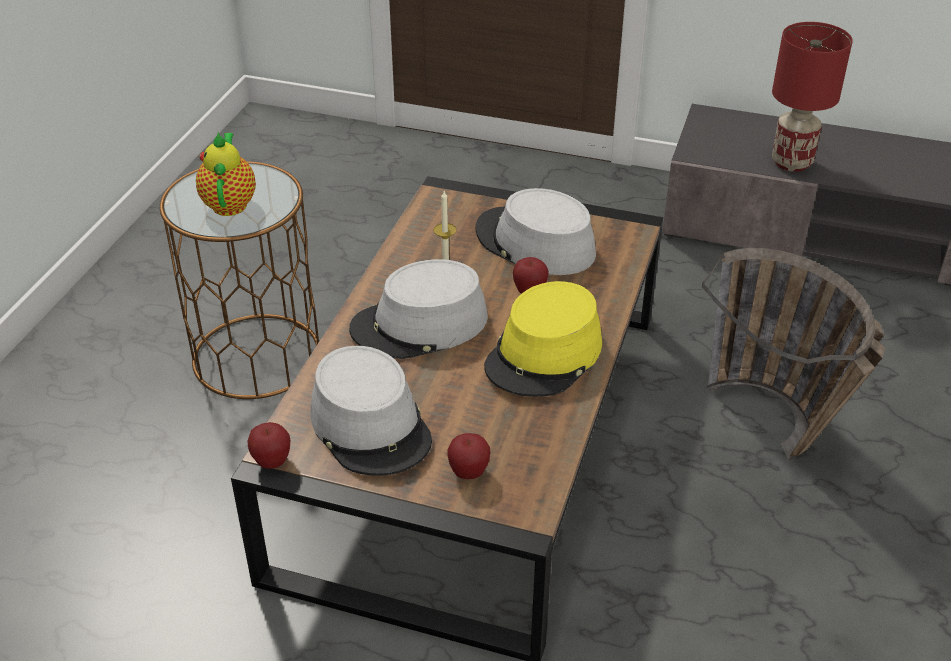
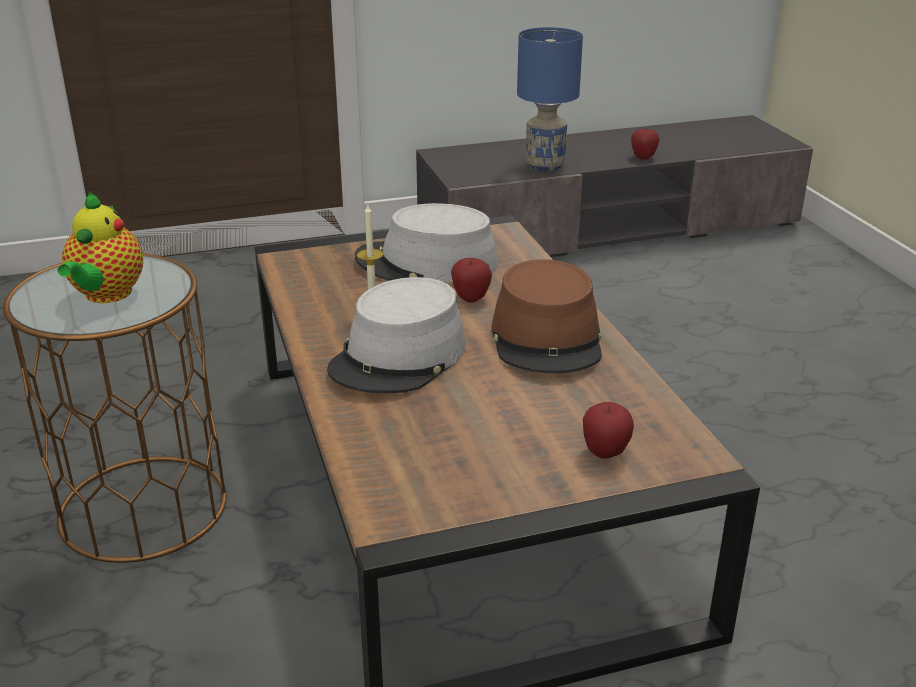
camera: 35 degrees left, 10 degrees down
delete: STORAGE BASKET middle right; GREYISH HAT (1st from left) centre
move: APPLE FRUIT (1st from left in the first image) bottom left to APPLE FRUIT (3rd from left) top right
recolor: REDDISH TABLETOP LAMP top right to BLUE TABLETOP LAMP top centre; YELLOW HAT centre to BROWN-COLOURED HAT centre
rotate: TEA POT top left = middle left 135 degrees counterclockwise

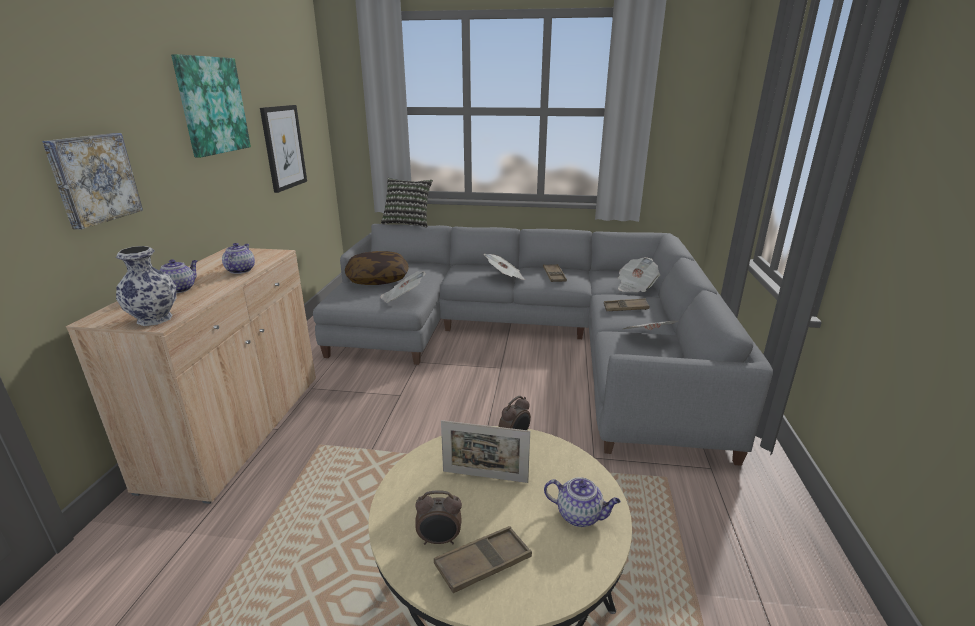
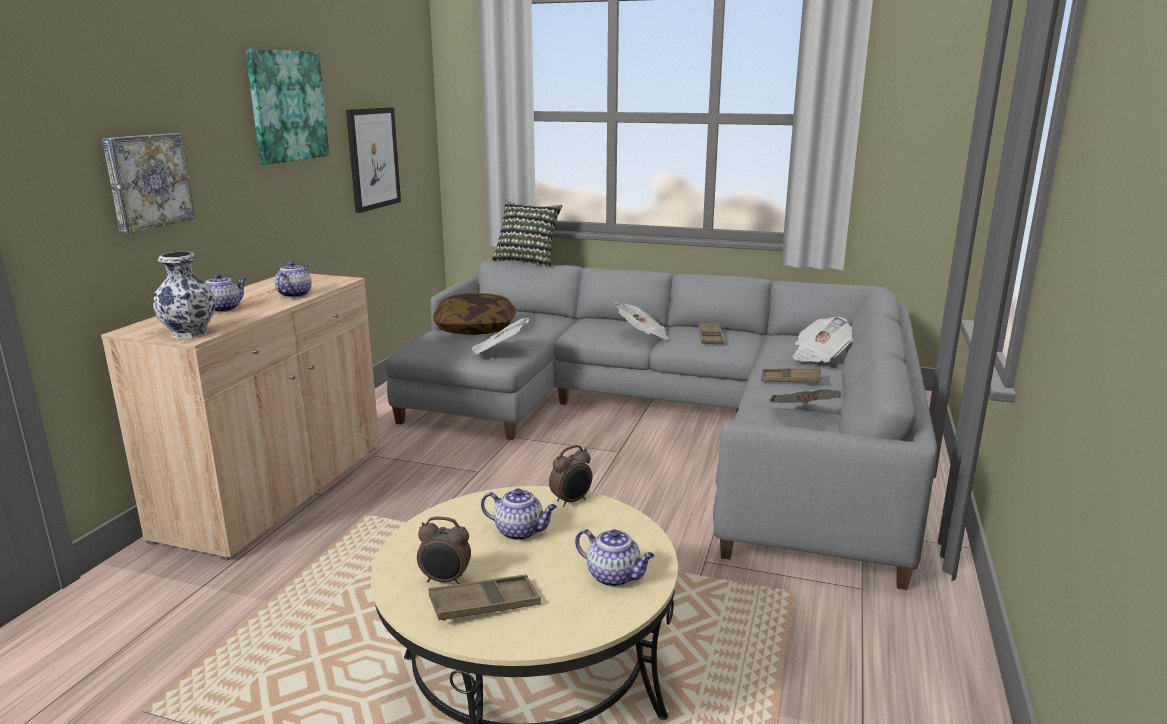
camera: 10 degrees right, 5 degrees down
replace: PICTURE FRAME bottom centre to TEA POT (3rd from left) bottom centre

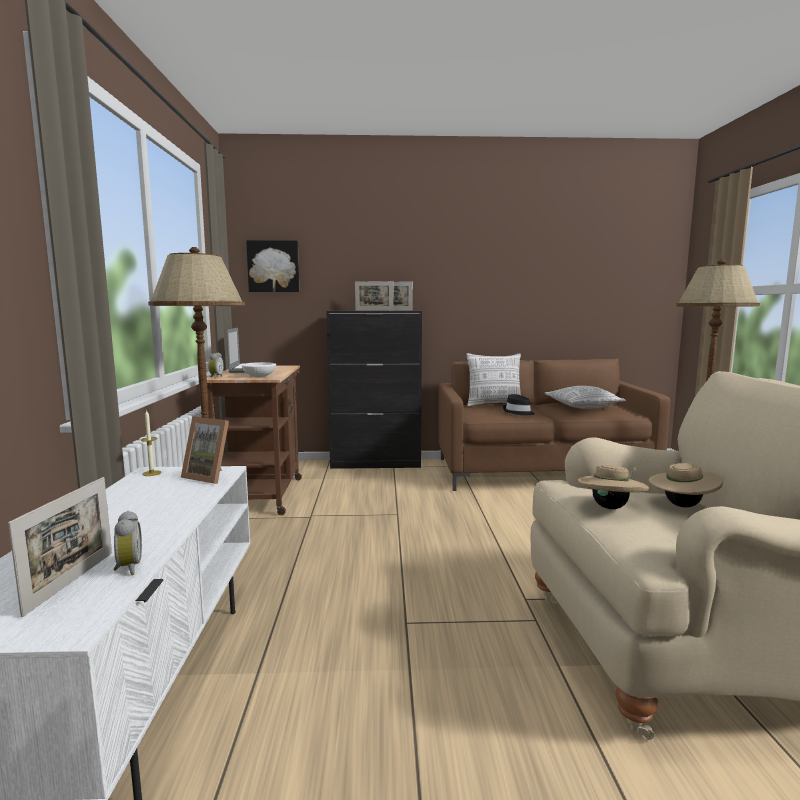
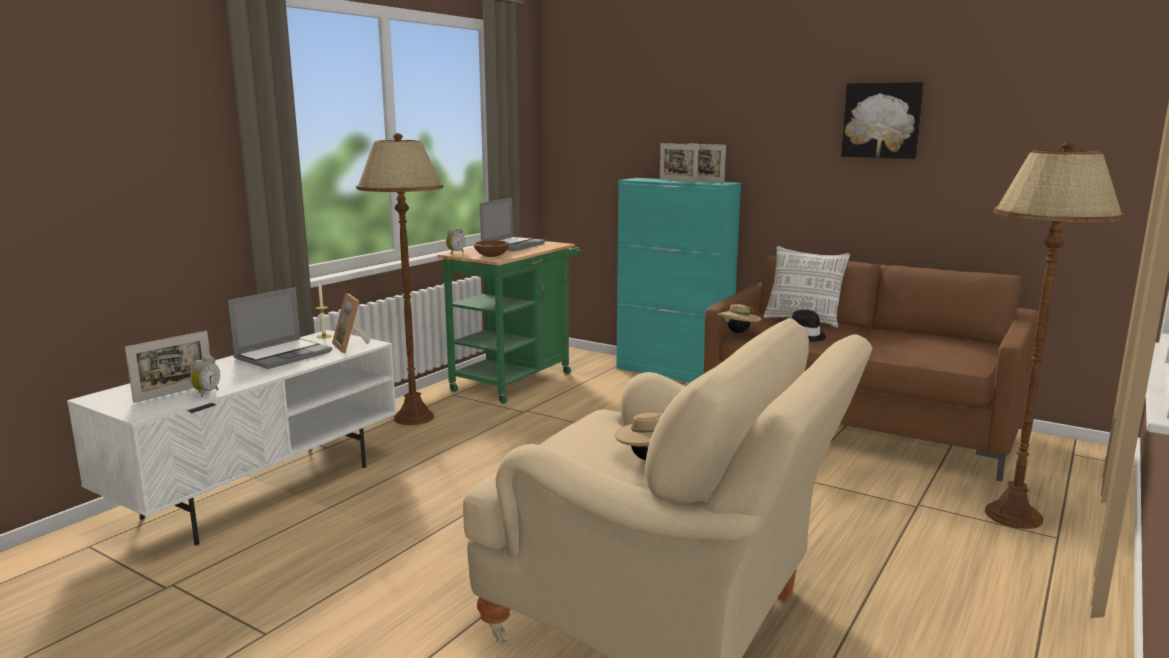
camera: 35 degrees right, 5 degrees up
delete: PILLOW (2nd from left) middle right
insert: LAPTOP (1st from left) middle left
move: WALL PICTURE top centre to top right; BEIGE-COLOURED HAT (1st from left in the first image) middle right to BEIGE-COLOURED HAT (2nd from left) centre
recolor: BLACKISH STORAGE CABINET centre to TURQUOISE STORAGE CABINET centre; WHITE-COLOURED DEEP DISH middle left to BROWN-COLOURED DEEP DISH centre; BROWN-COLOURED WHEELED CART middle left to GREEN WHEELED CART centre

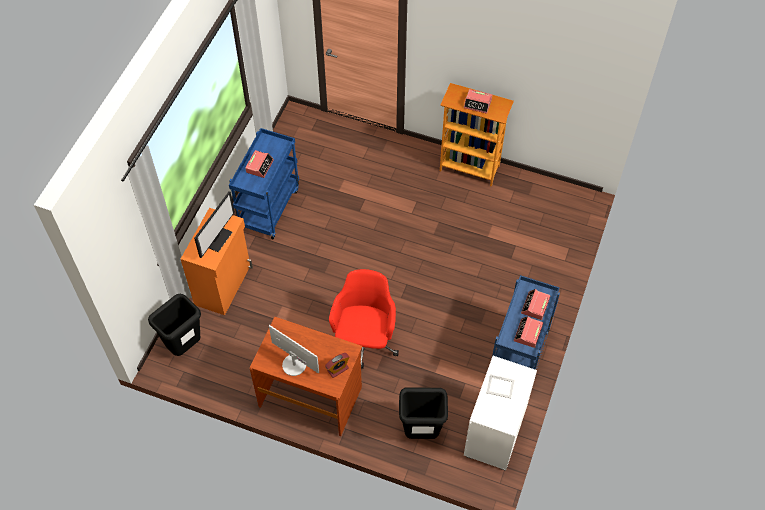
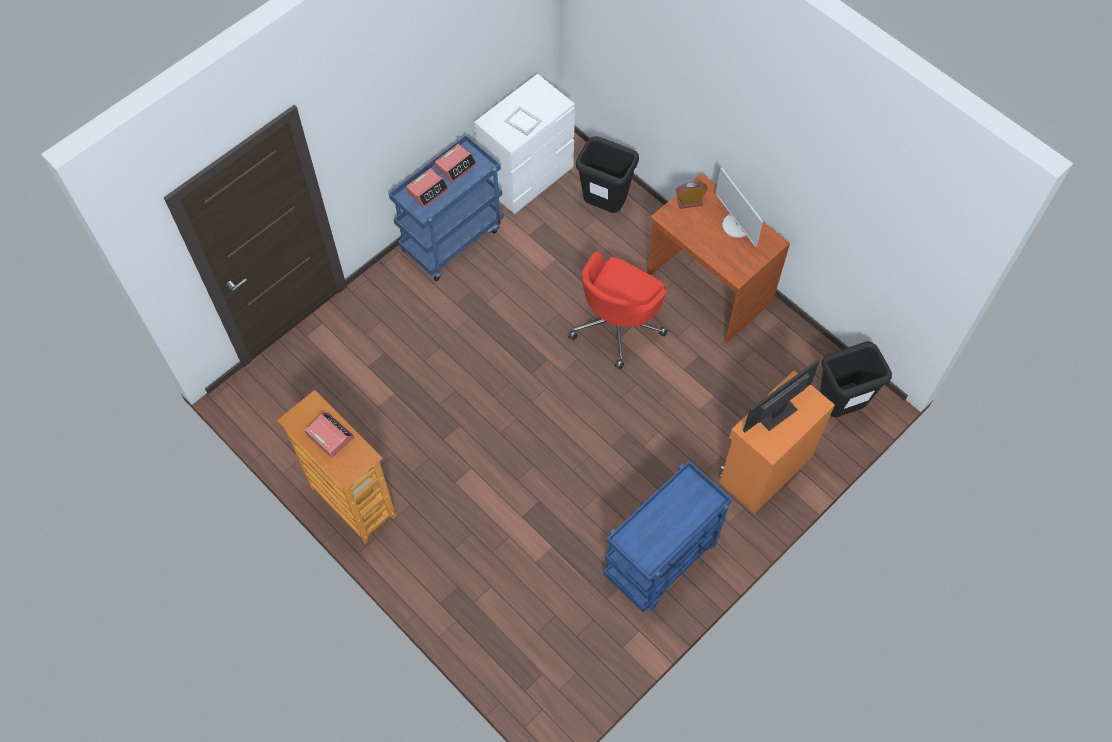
camera: 155 degrees left, 5 degrees up
delete: ALARM CLOCK (1st from left) top centre

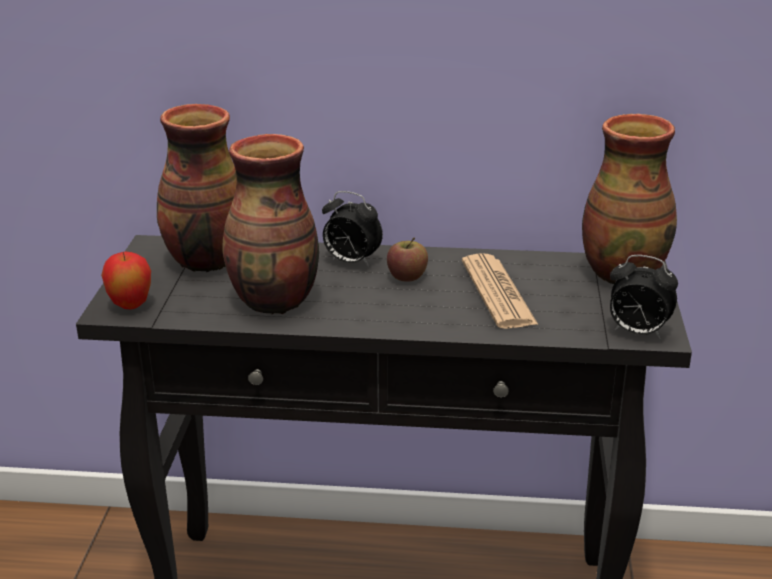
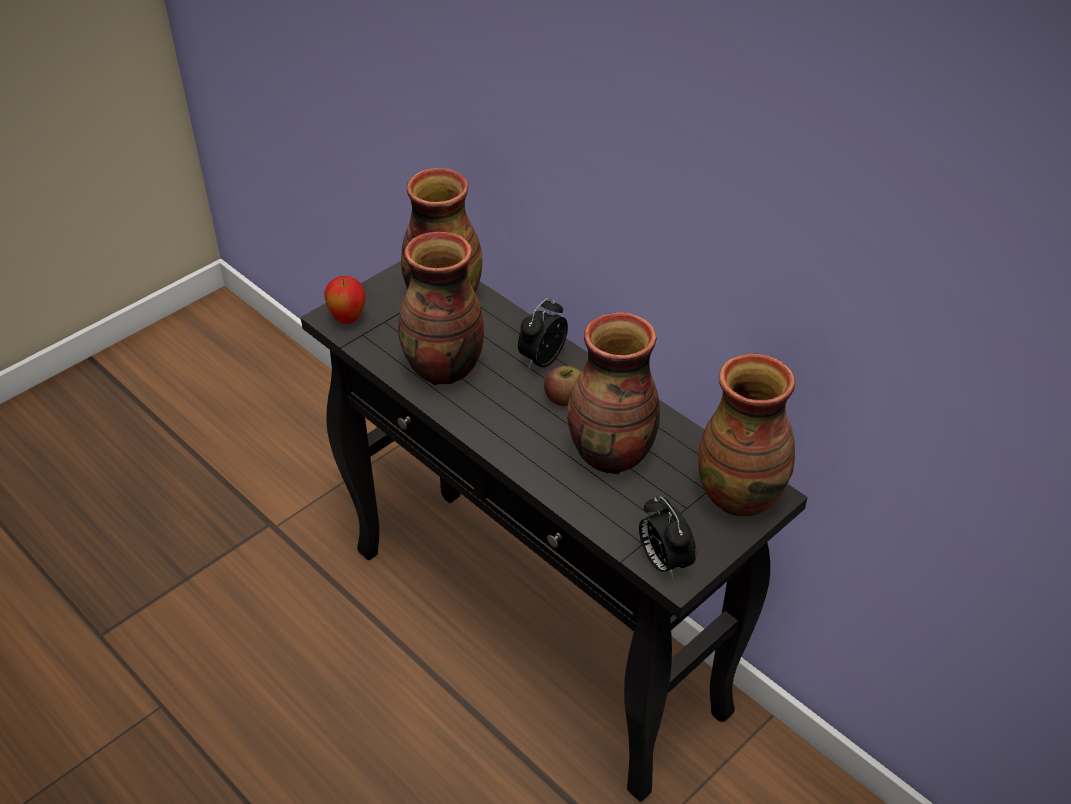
camera: 40 degrees right, 15 degrees up
replace: NEWSPAPER centre to FLOWER VASE (3rd from left) centre
rotate: ALARM CLOCK (1st from left) centre = centre 60 degrees clockwise

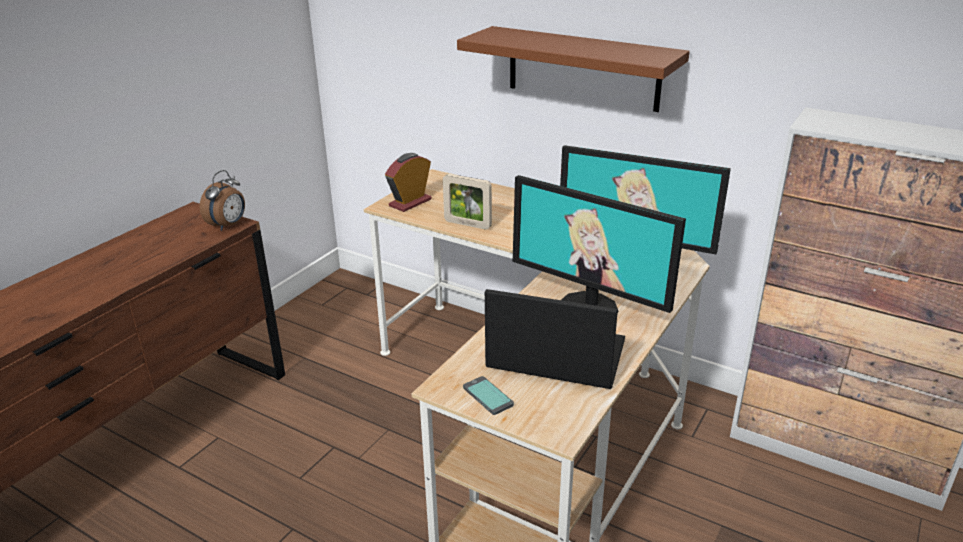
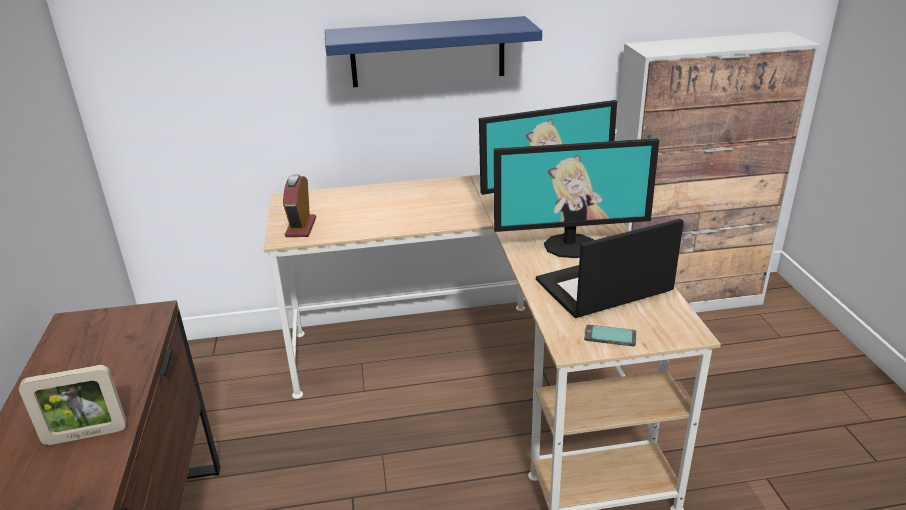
camera: 40 degrees left, 0 degrees up
delete: ALARM CLOCK (1st from left) middle left
move: PICTURE FRAME centre to bottom left
recolor: BROWN-COLOURED WALL SHELF top centre to BLUE WALL SHELF top centre

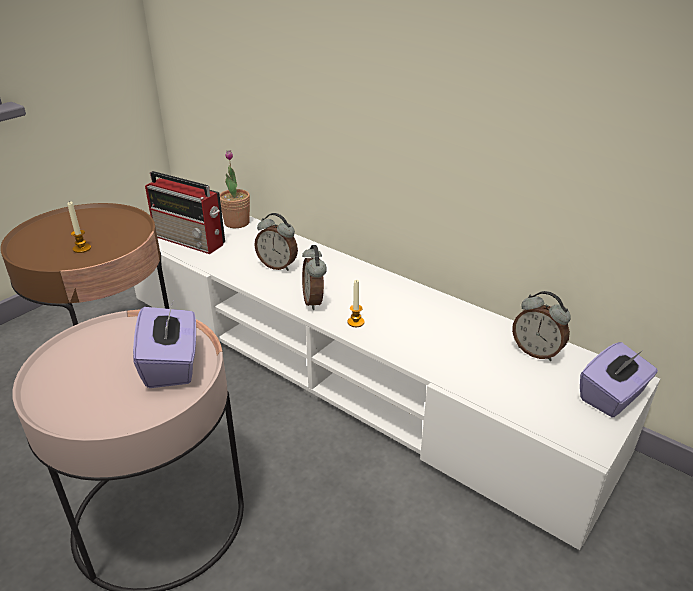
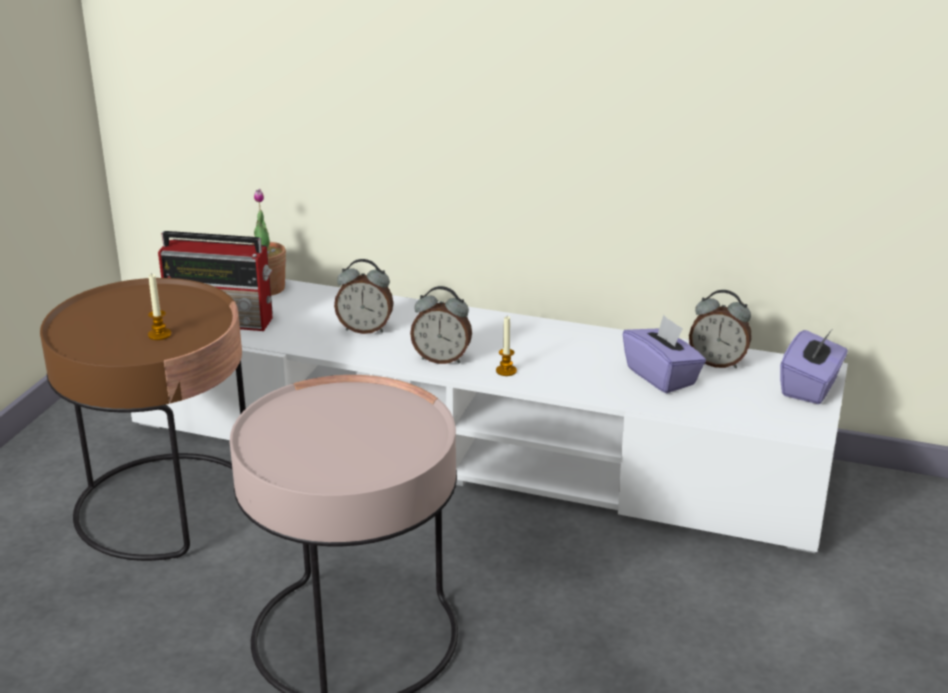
camera: 20 degrees left, 5 degrees down
move: PURPLE BOX OF TISSUES (1st from left) middle left to middle right
rotate: ALARM CLOCK (2nd from left) centre = centre 45 degrees counterclockwise

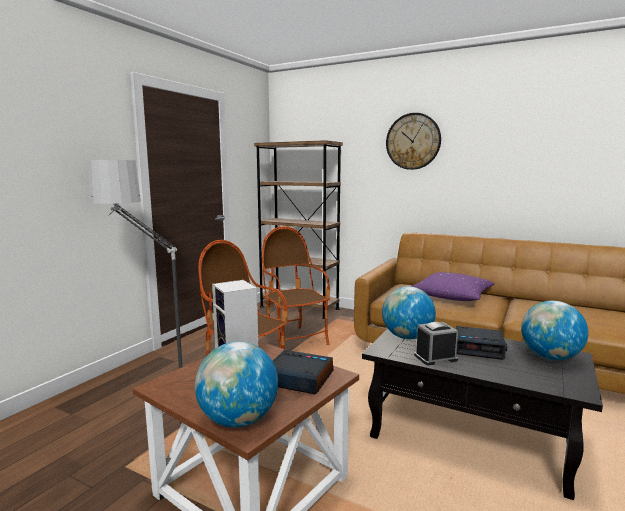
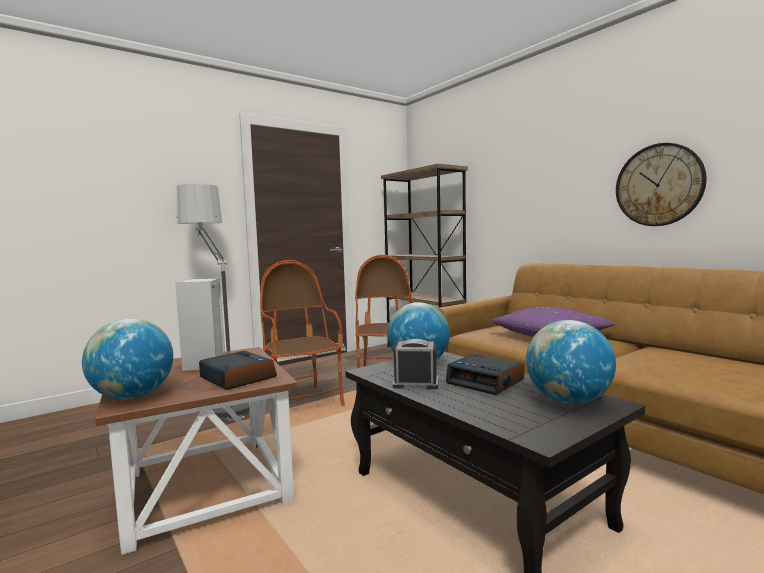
camera: 25 degrees right, 5 degrees down
move: WALL CLOCK top centre to top right

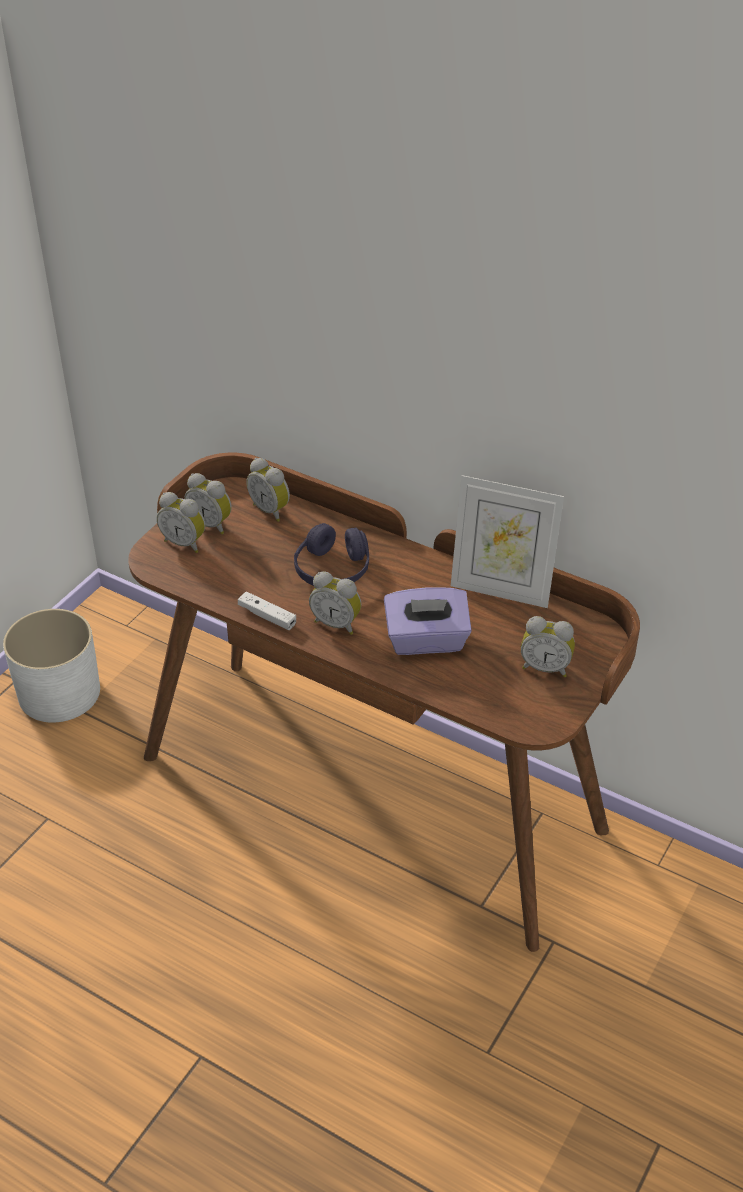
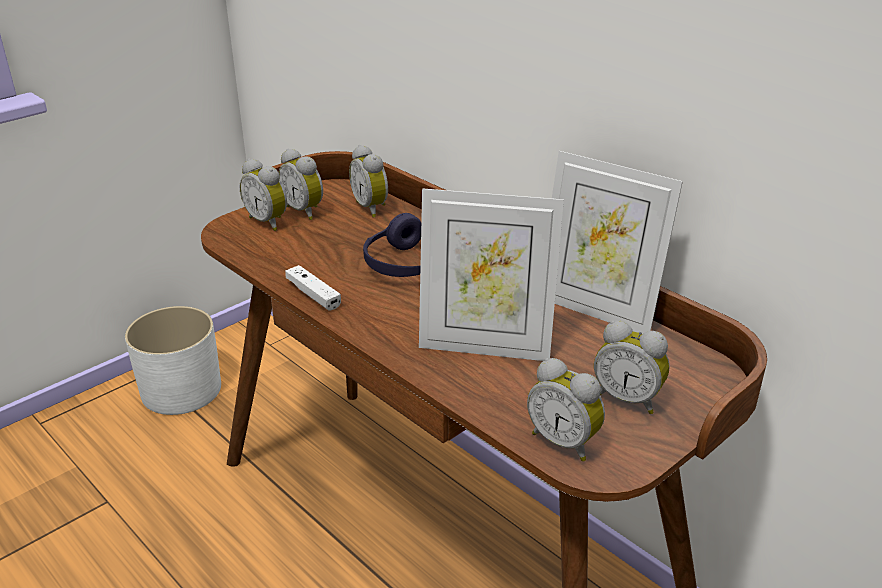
camera: 15 degrees right, 10 degrees down
move: ALARM CLOCK (4th from left) centre to bottom centre
replace: PURPLE BOX OF TISSUES centre to PICTURE FRAME (1st from left) centre

